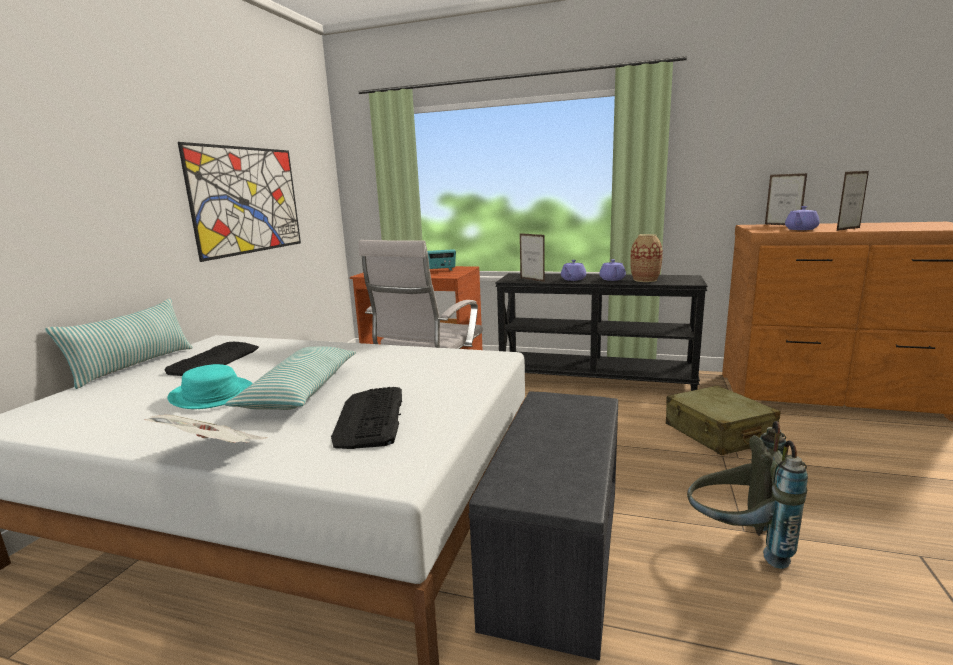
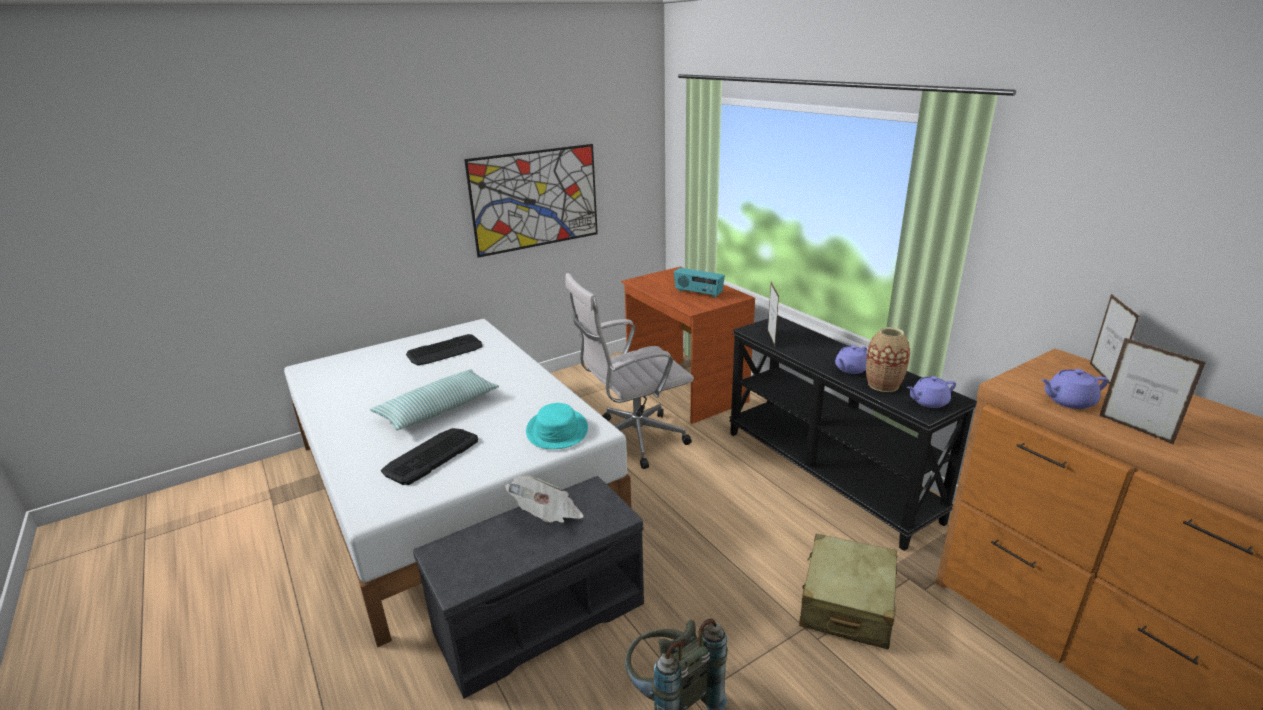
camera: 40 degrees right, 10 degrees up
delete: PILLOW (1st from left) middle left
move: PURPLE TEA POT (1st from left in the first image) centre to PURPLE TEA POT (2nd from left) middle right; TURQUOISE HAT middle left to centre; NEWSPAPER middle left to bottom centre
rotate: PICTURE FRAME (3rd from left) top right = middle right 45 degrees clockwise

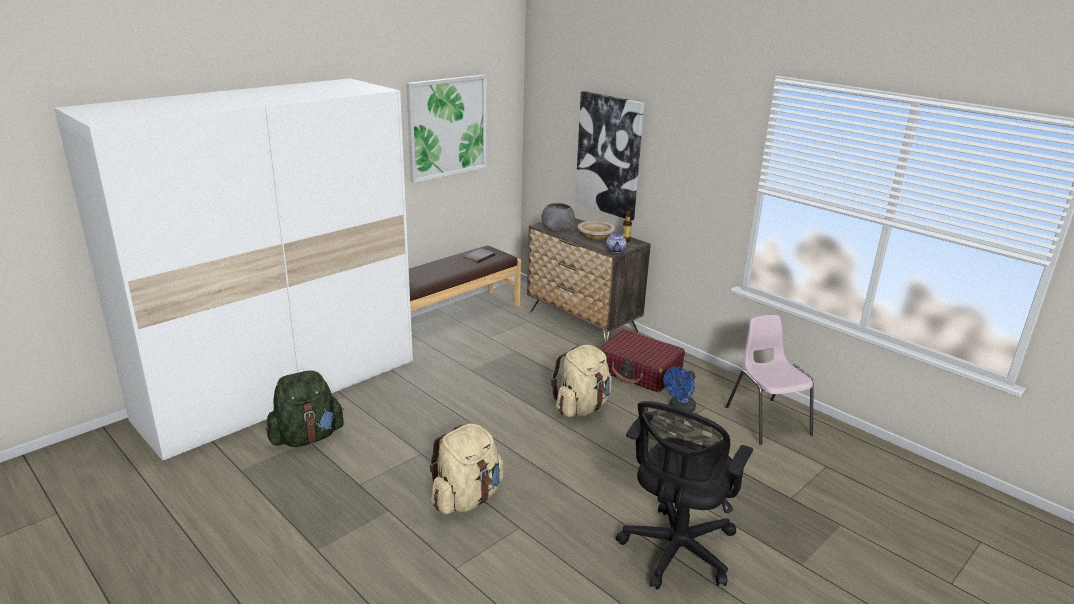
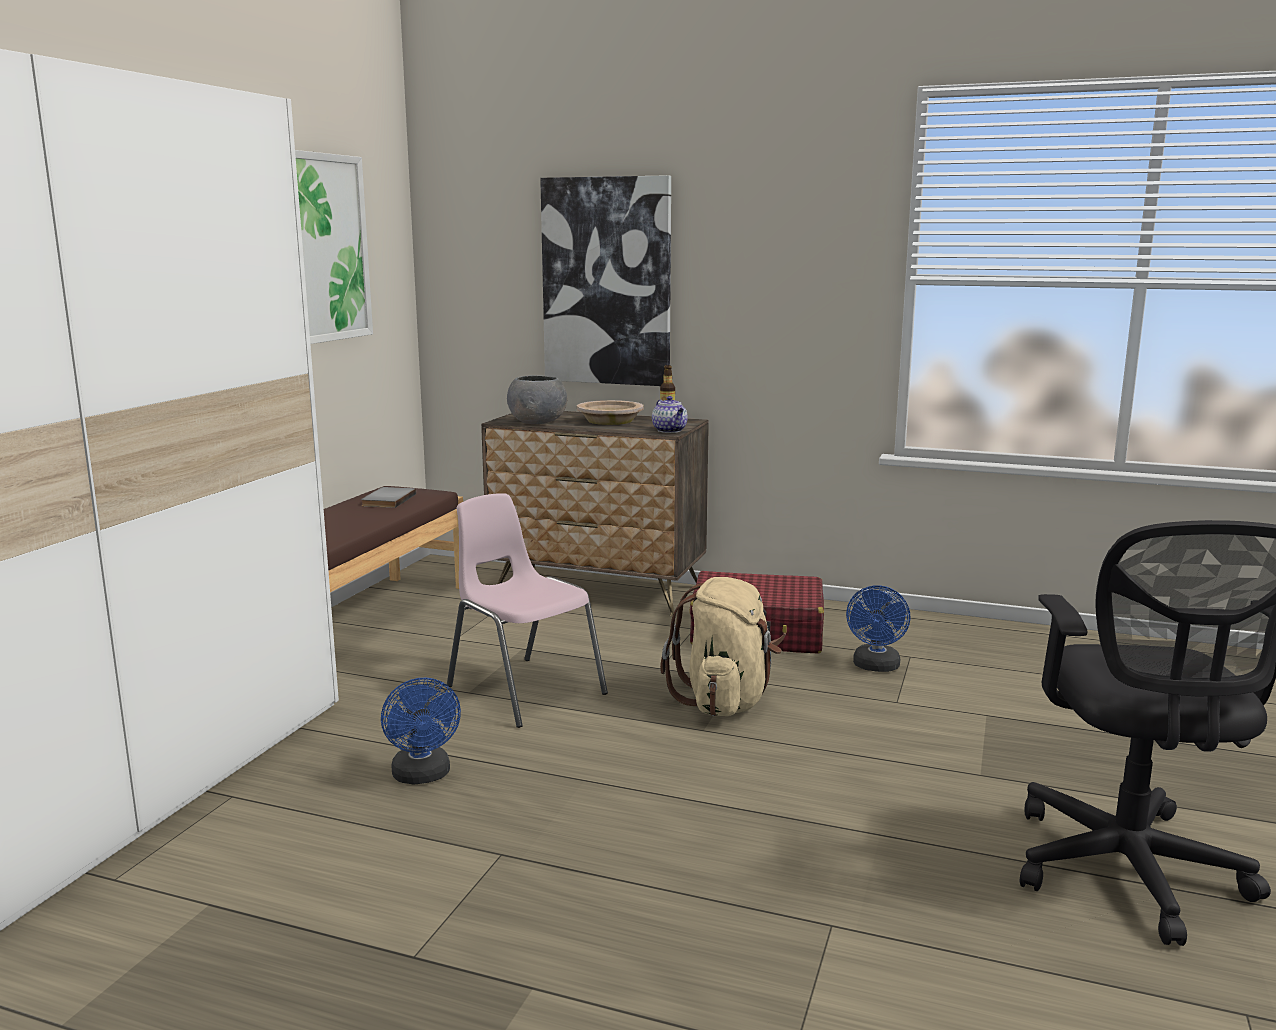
camera: 25 degrees left, 10 degrees down
delete: GREEN KNAPSACK bottom left; BEIGE-COLOURED KNAPSACK (1st from left) bottom centre
insert: BLUE FAN (1st from left) bottom left
move: PINKISH UPRIGHT CHAIR middle right to centre

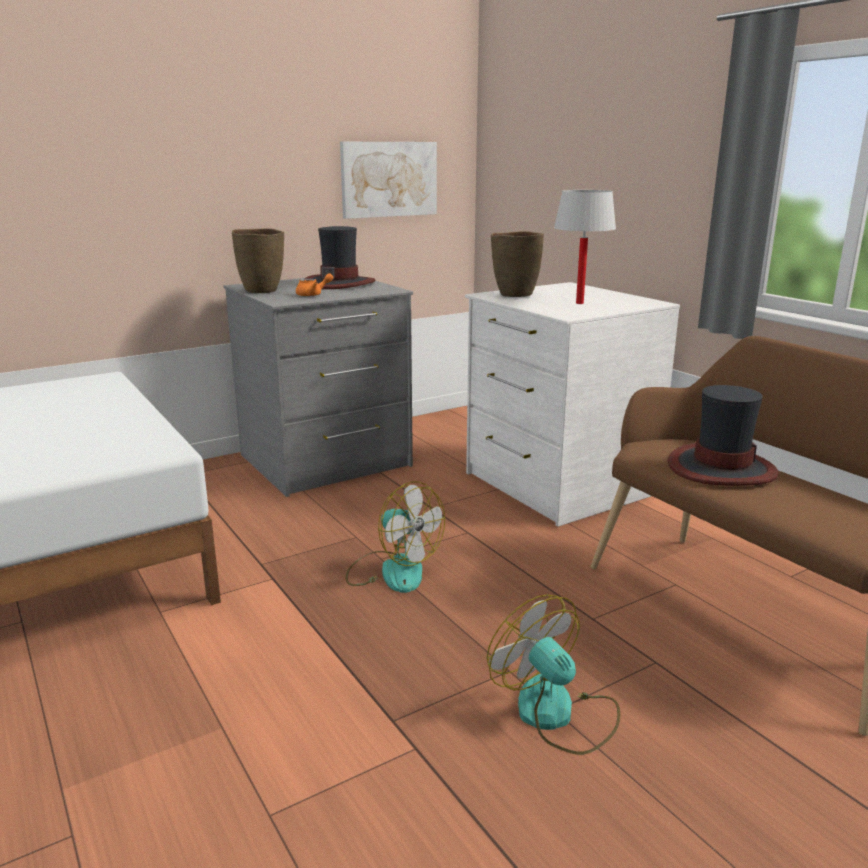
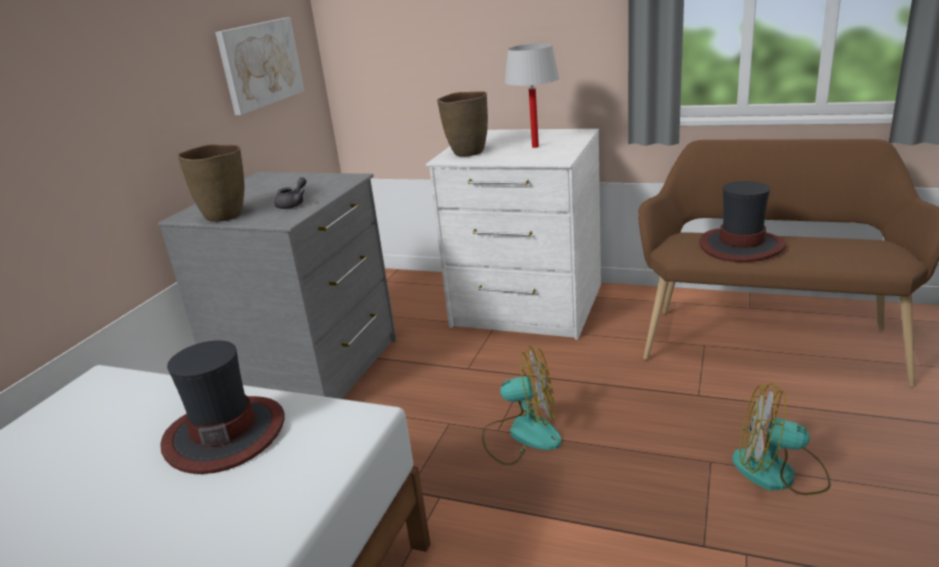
camera: 35 degrees left, 5 degrees up
move: HAT (1st from left) top centre to bottom left
recolor: ORANGEY TEA POT top centre to GREYISH TEA POT middle left

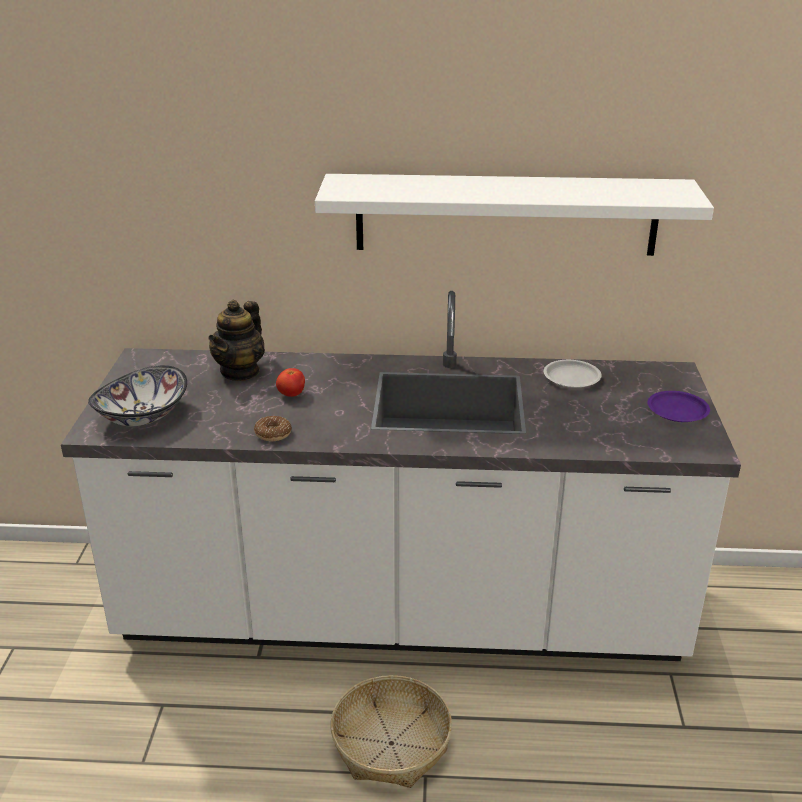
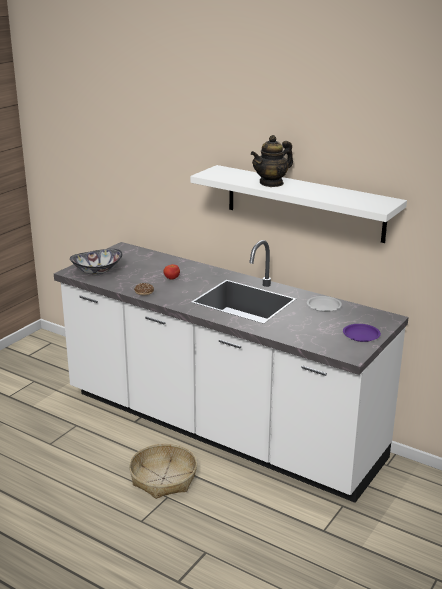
camera: 30 degrees right, 5 degrees down
move: TEA POT middle left to top centre

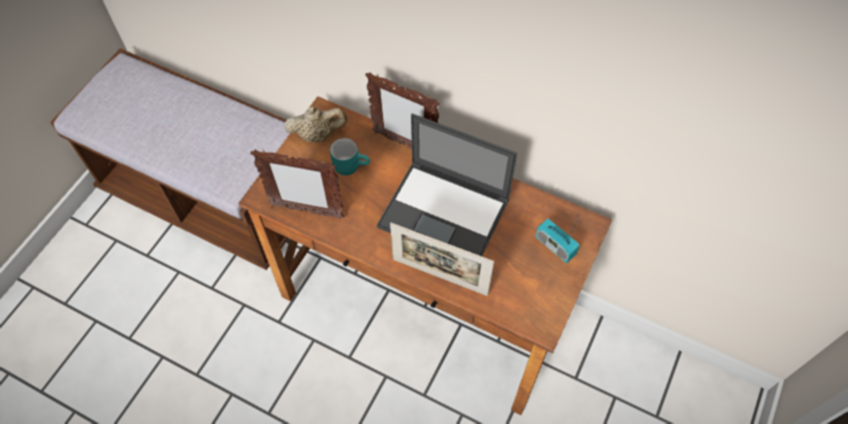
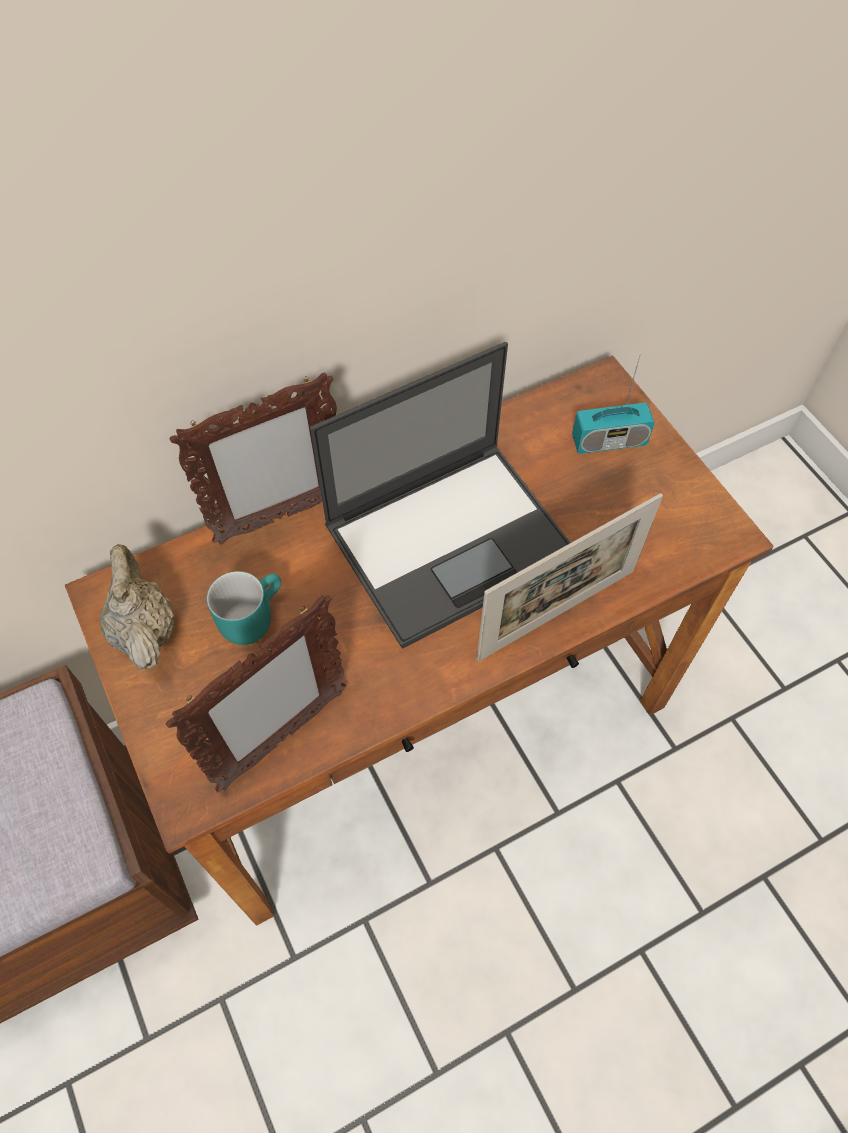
camera: 55 degrees left, 0 degrees up
rotate: BEIGE-COLOURED TEA POT top centre = middle left 45 degrees counterclockwise

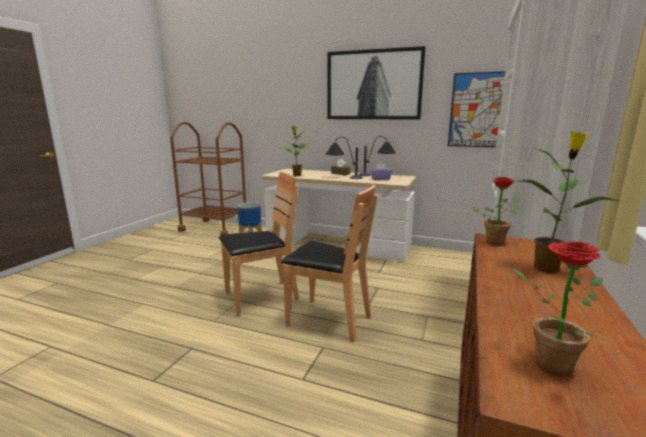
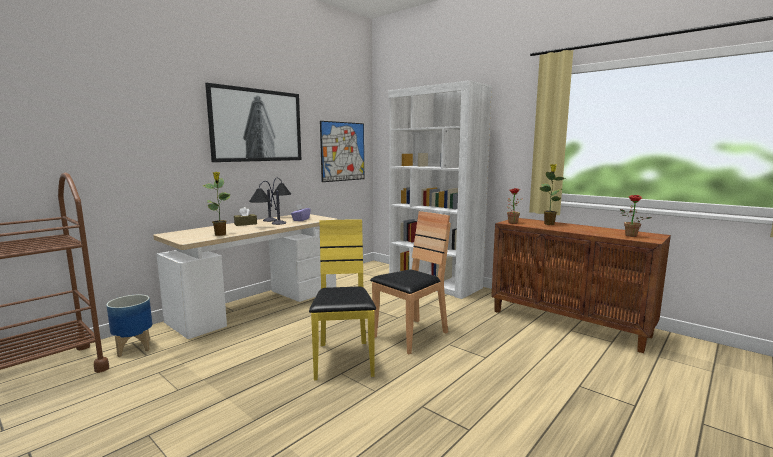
camera: 70 degrees left, 5 degrees down
recolor: BROWN-COLOURED UPRIGHT CHAIR (1st from left) centre to YELLOW UPRIGHT CHAIR centre

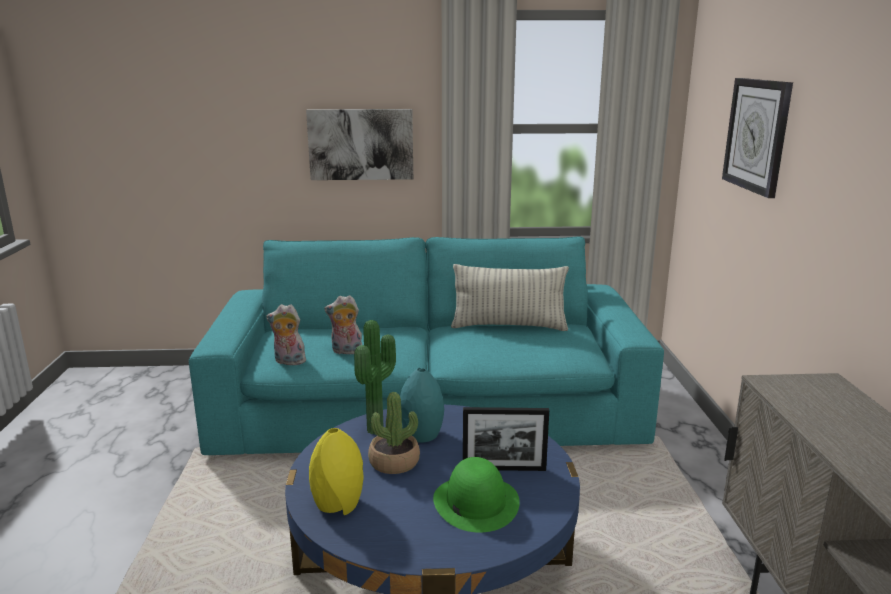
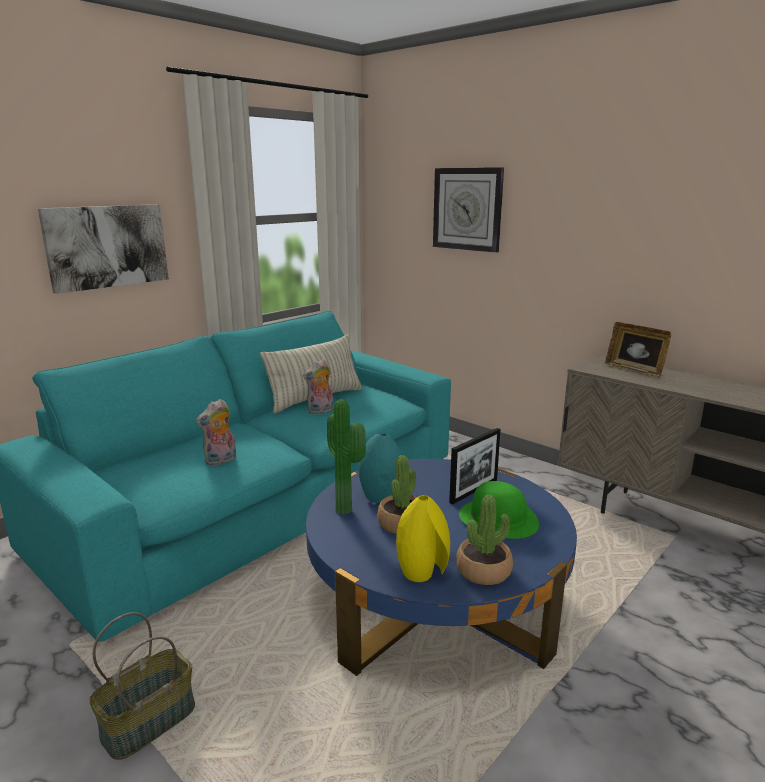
camera: 45 degrees left, 0 degrees up
insert: PICTURE FRAME (2nd from left) middle right; POTTED PLANT (3rd from left) bottom centre; STORAGE BASKET bottom left
move: CUDDLY TOY (1st from left in the first image) middle left to CUDDLY TOY (2nd from left) centre

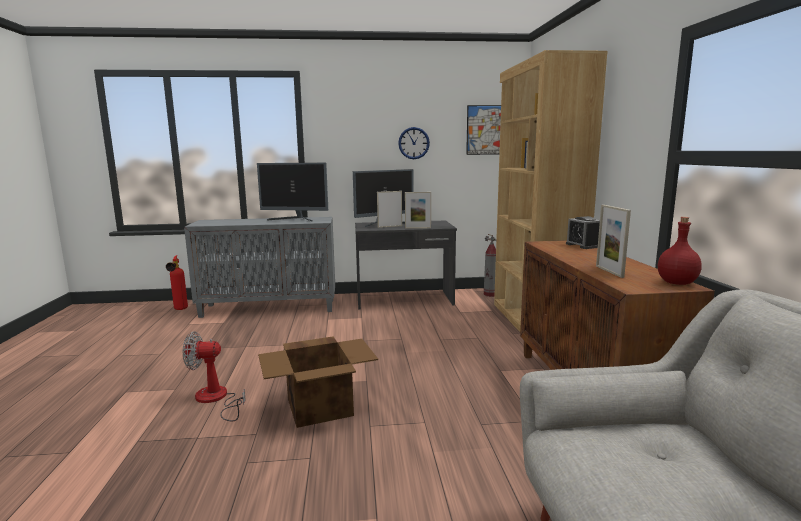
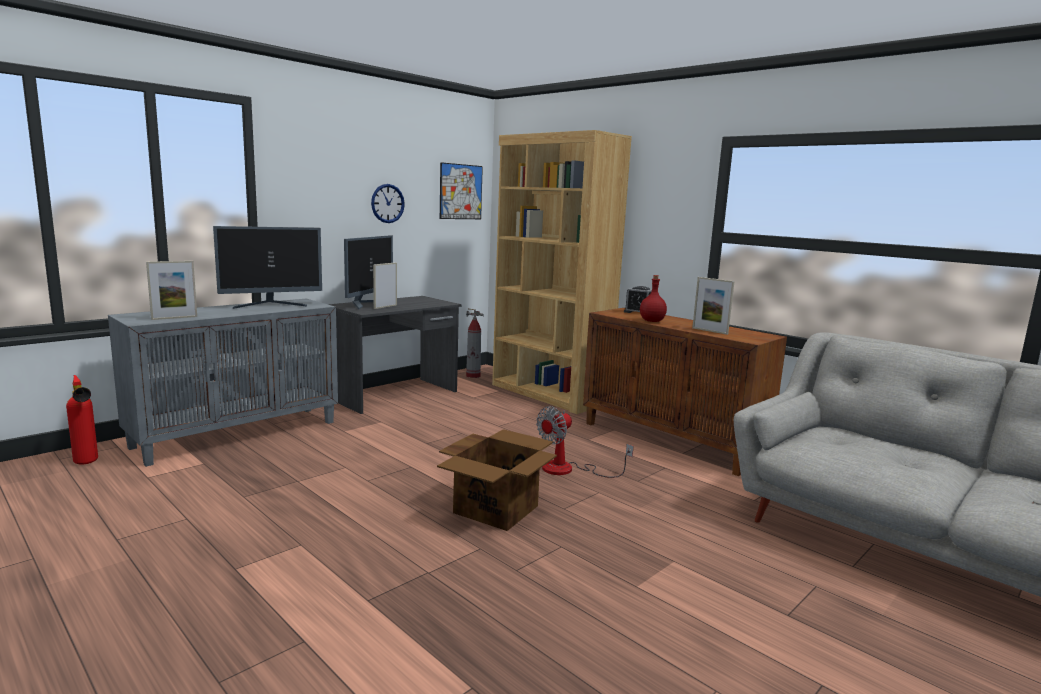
camera: 40 degrees left, 0 degrees up
move: PICTURE FRAME (2nd from left in the first image) centre to PICTURE FRAME (1st from left) middle left; REDDISH BEVERAGE BOTTLE middle right to centre; FAN bottom left to centre

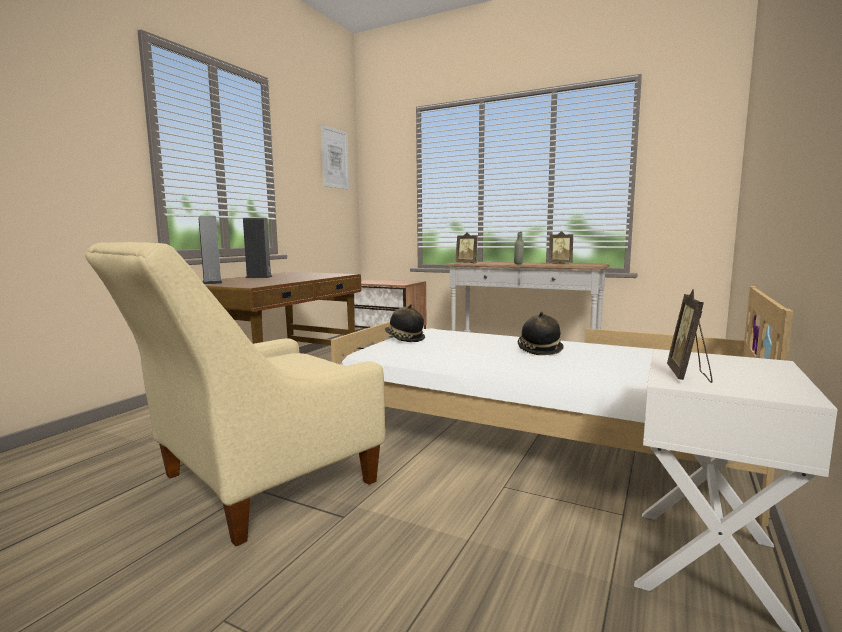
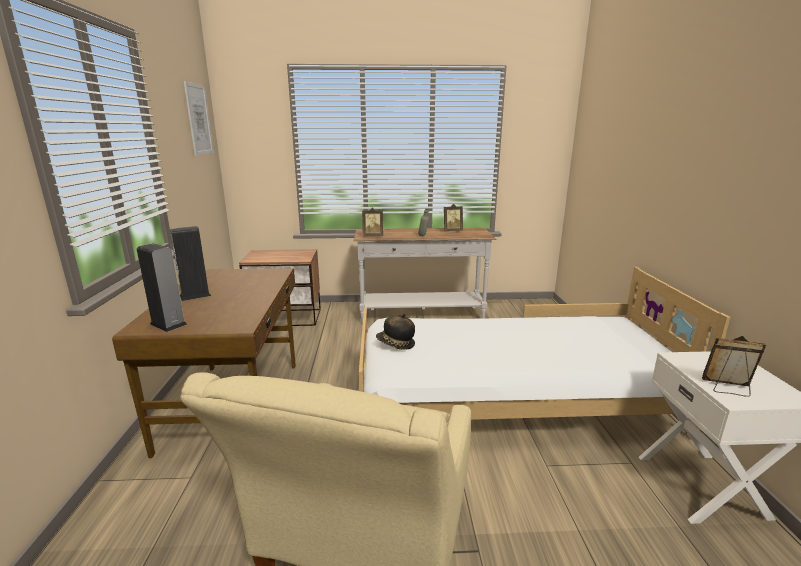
camera: 30 degrees left, 10 degrees up
delete: HAT (2nd from left) centre
rotate: PICTURE FRAME (3rd from left) middle right = middle right 120 degrees clockwise

